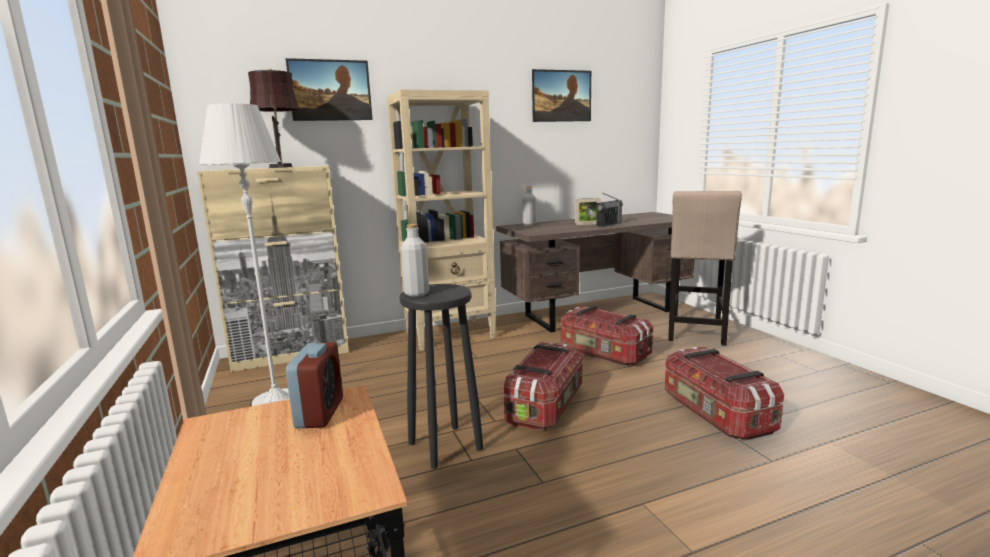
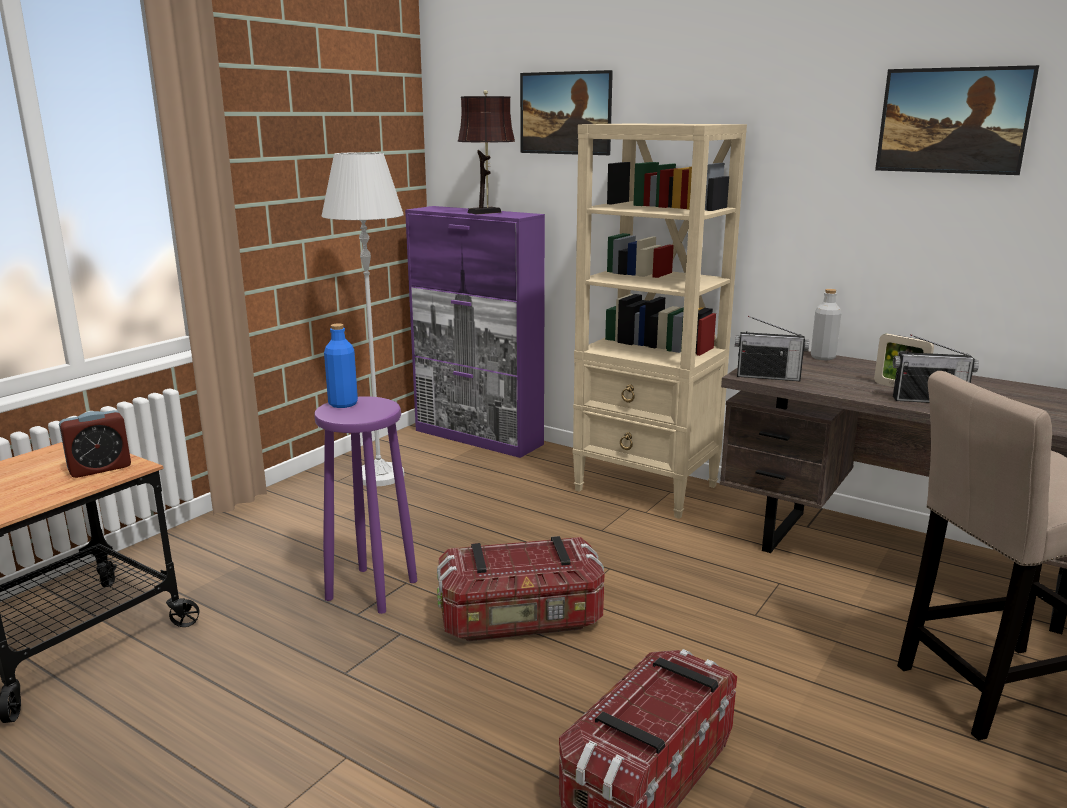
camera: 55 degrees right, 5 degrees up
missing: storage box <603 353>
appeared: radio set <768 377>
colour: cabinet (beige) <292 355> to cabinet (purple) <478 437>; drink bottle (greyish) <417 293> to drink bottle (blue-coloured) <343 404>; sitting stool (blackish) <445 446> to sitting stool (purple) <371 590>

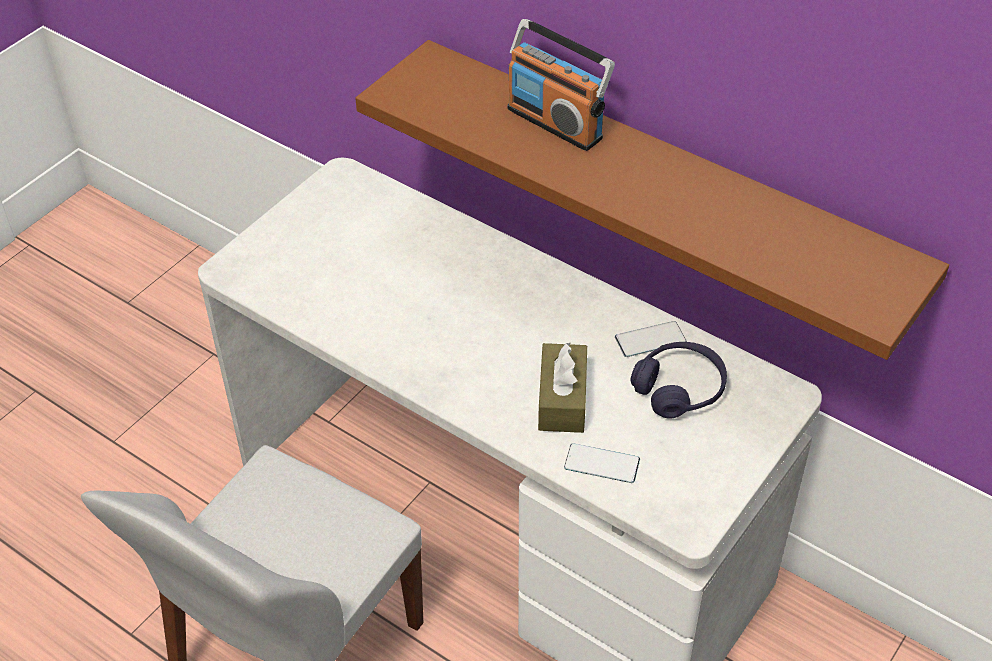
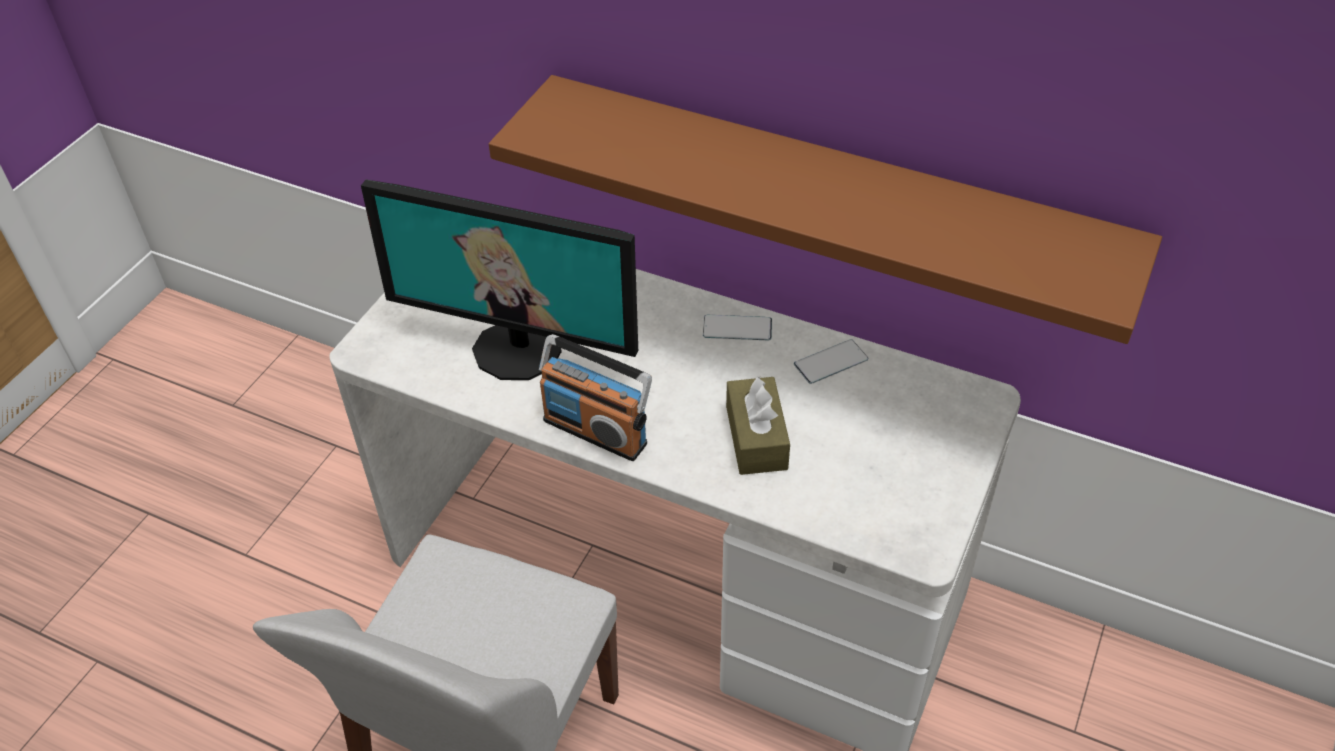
camera: 10 degrees left, 0 degrees up
missing: headset (purple) <679 389>
appeared: monitor <518 349>
relocated: radio set <555 123> to <596 430>; phone <602 464> to <737 328>

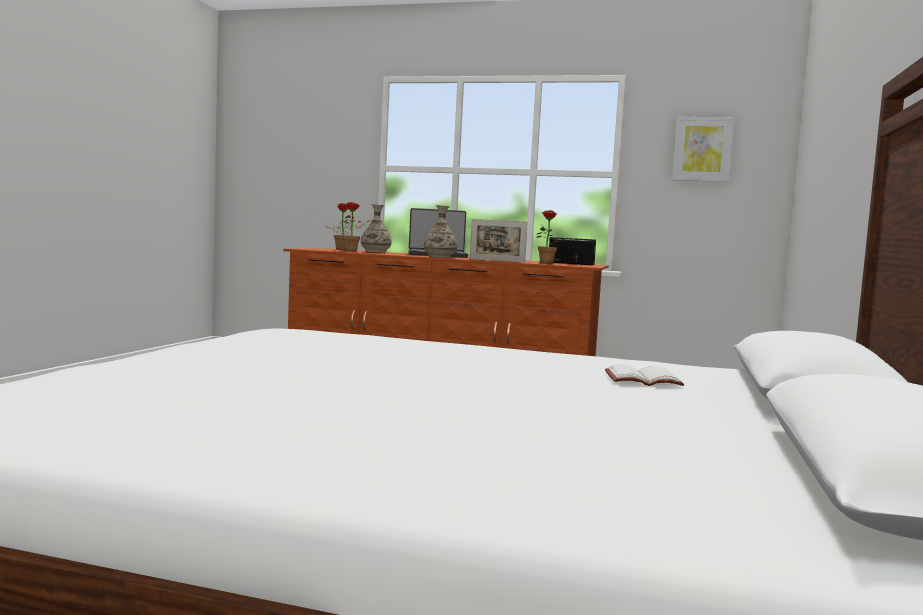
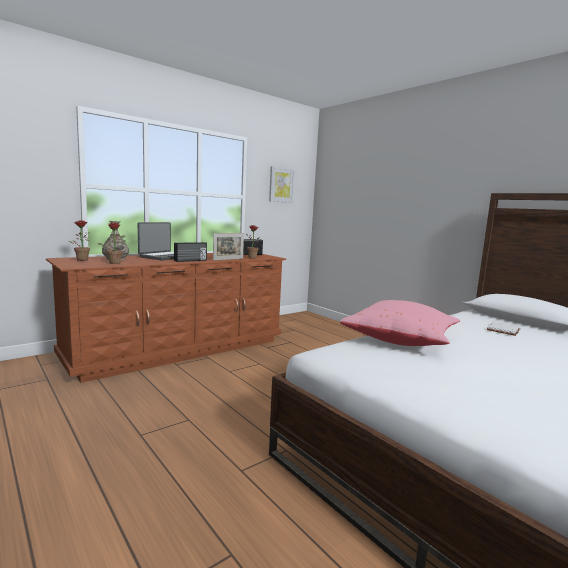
camera: 55 degrees left, 5 degrees up
appeared: throw pillow (pink) <400 340>
exchanged: decorative vase <440 257> to radio set <191 260>

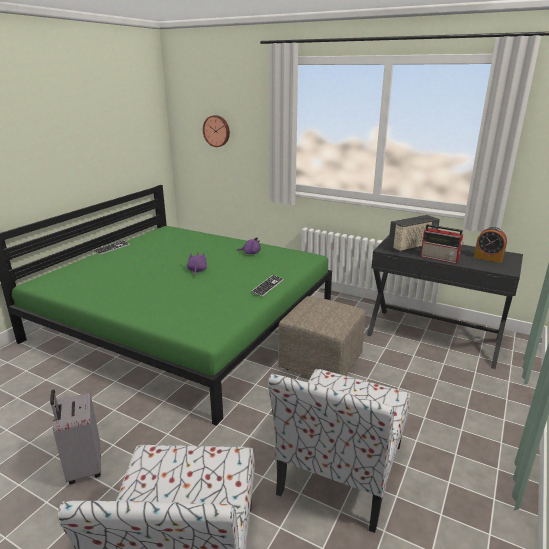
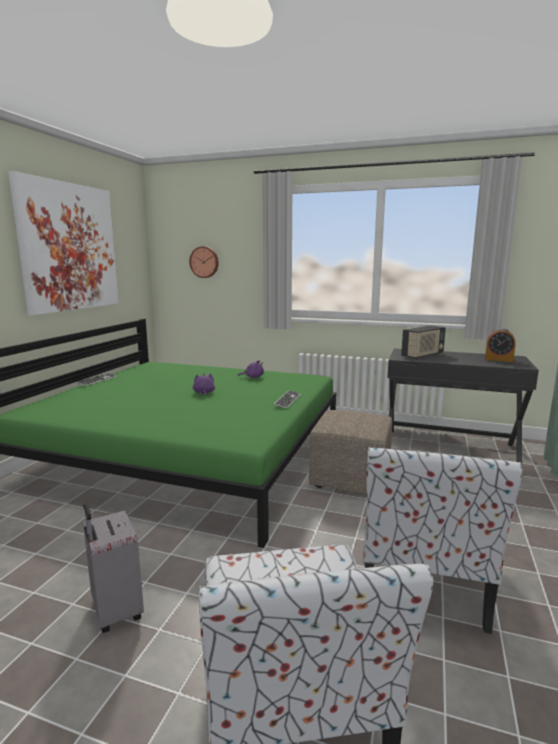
camera: 10 degrees left, 10 degrees down
missing: radio set <440 258>
appeared: wall art <69 247>

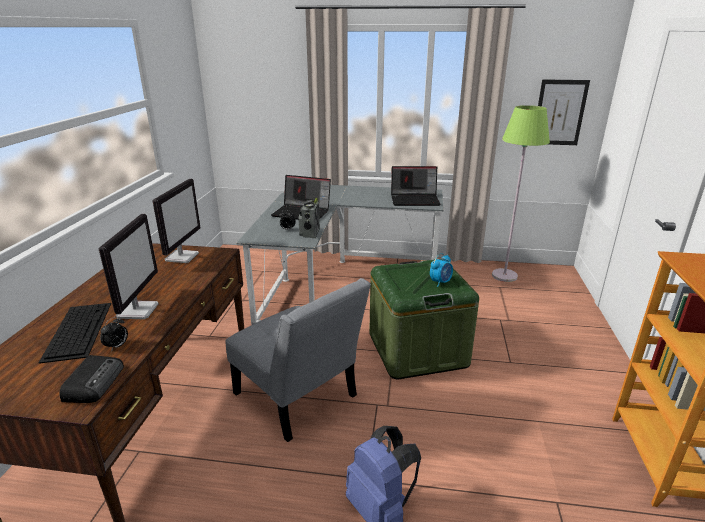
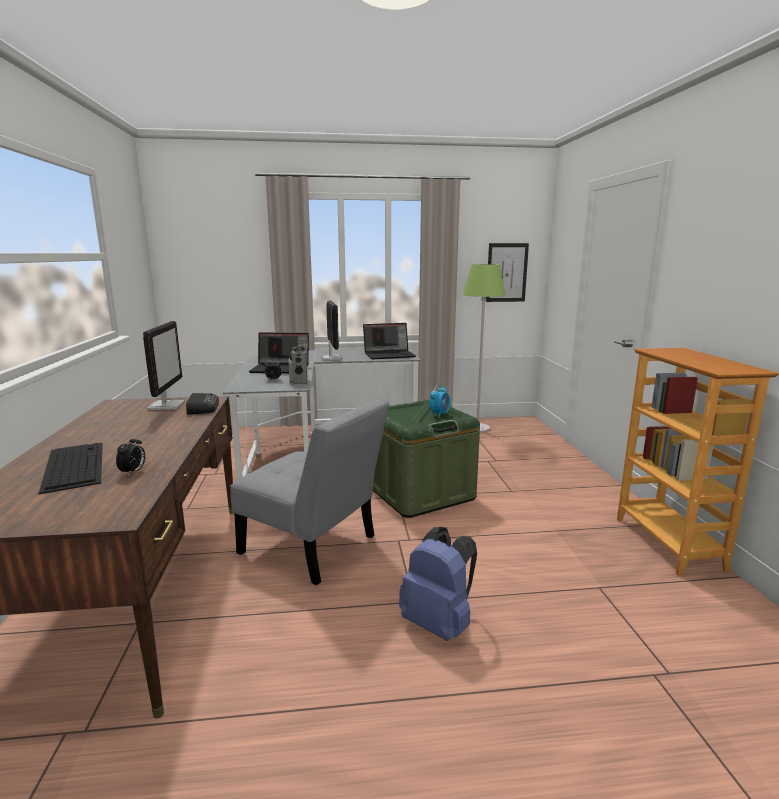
camera: 15 degrees left, 10 degrees down
relocated: monitor <138 310> to <331 358>; radio set <94 382> to <202 407>

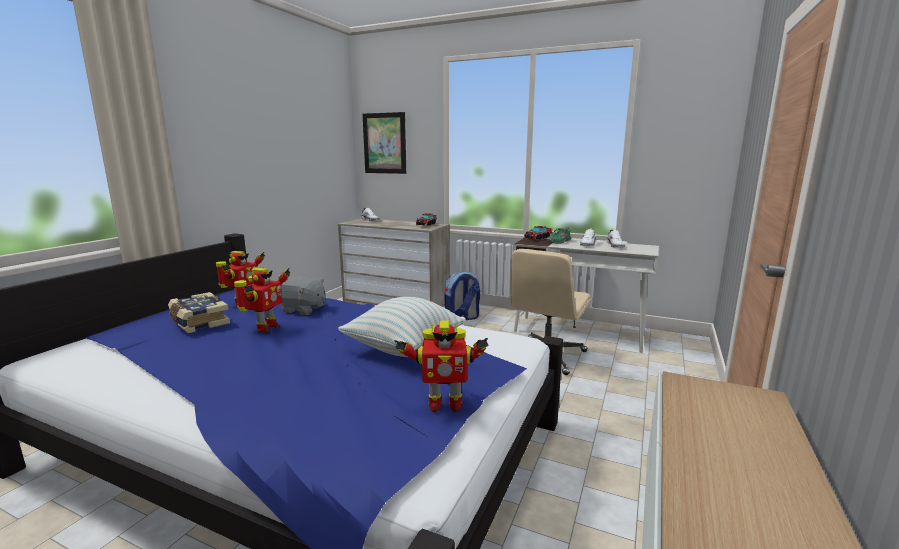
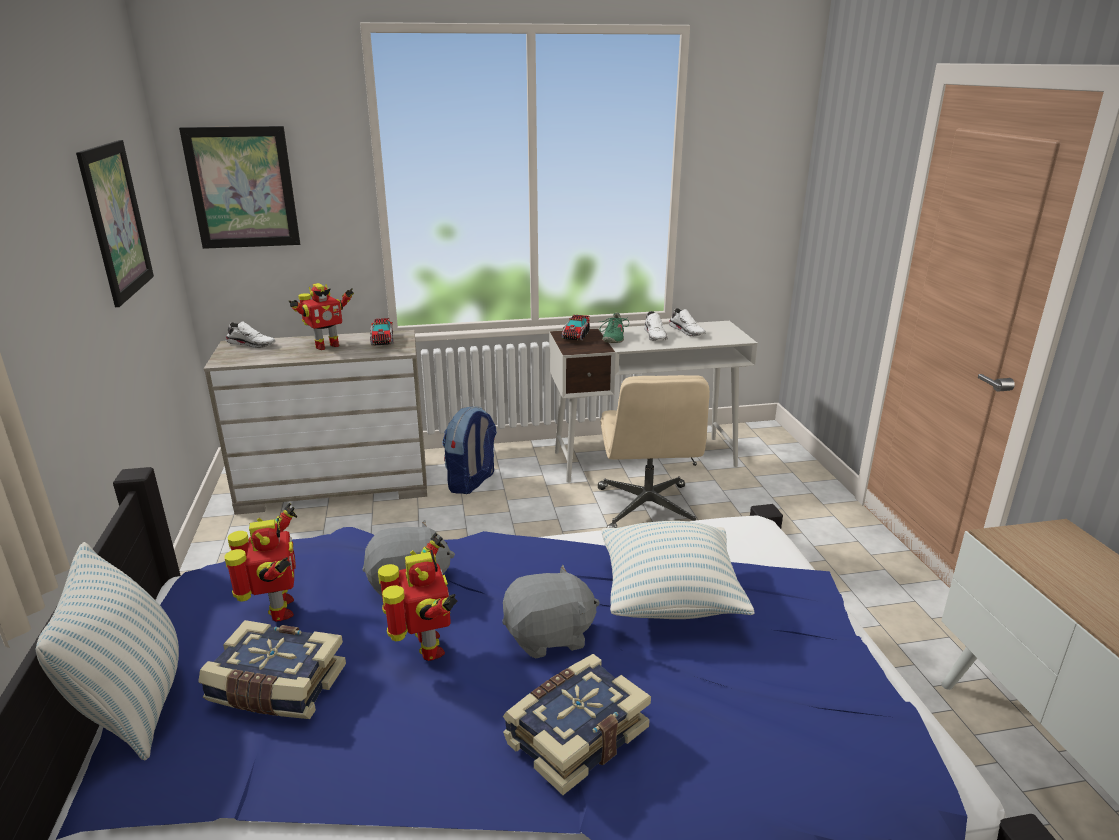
camera: 35 degrees left, 10 degrees up
appeared: wall art <116 221>; throw pillow <135 703>; soft toy (greyish) <549 636>; bound book <574 734>
relocated: toy robot <444 405> to <326 346>

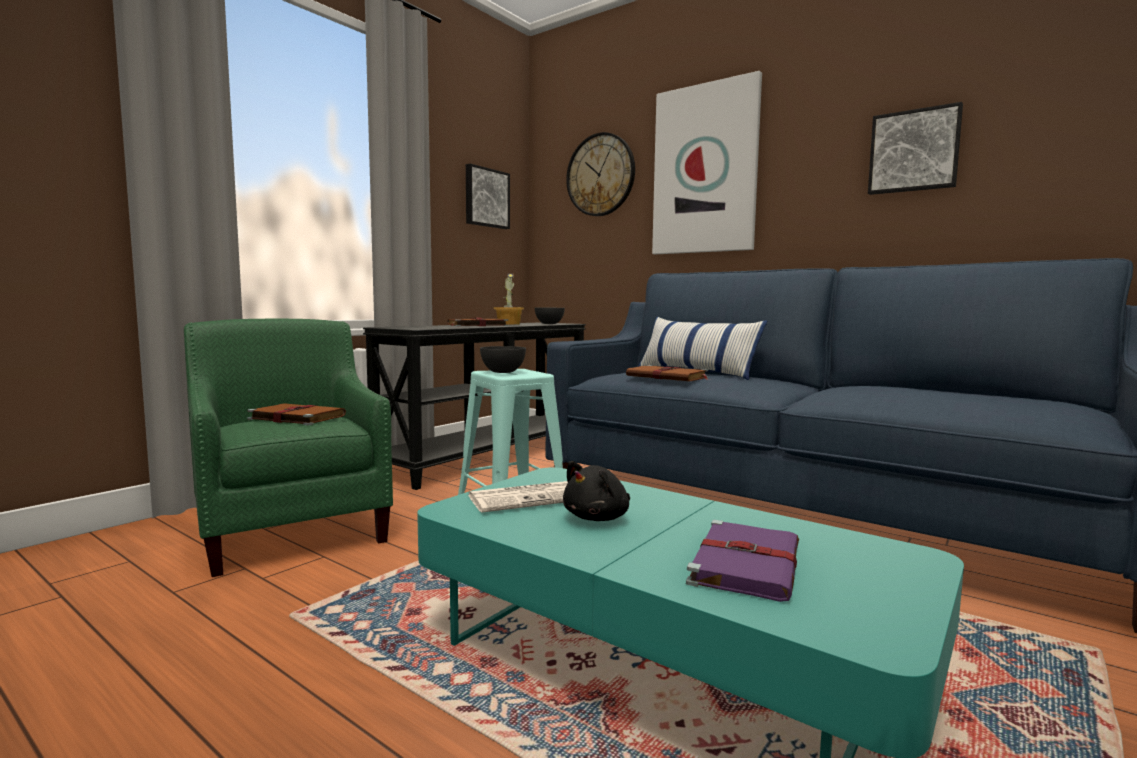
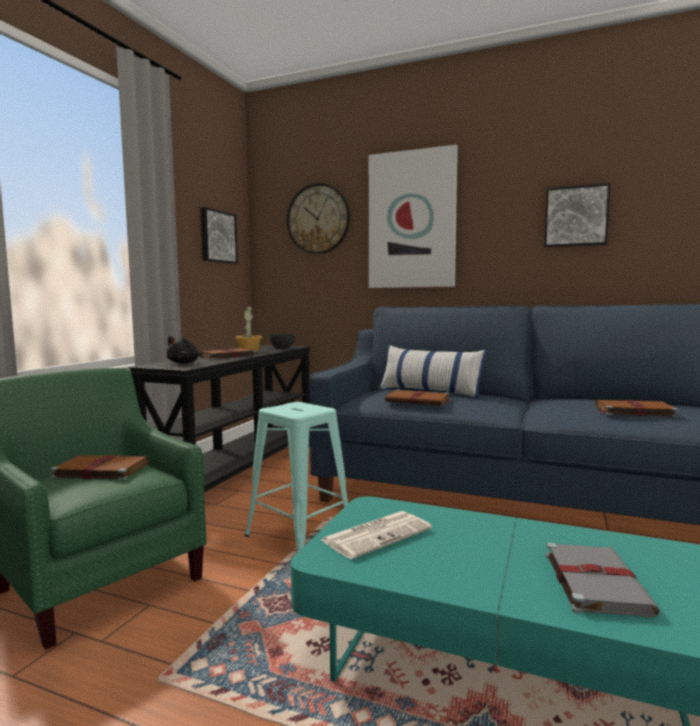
camera: 15 degrees left, 0 degrees up
missing: deep dish (greyish) <502 372>
appeared: bound book (brown-coloured) <633 411>
relocated: soft toy (blackish) <598 518> to <185 363>
colour: bound book (purple) <746 563> to bound book (greyish) <594 581>

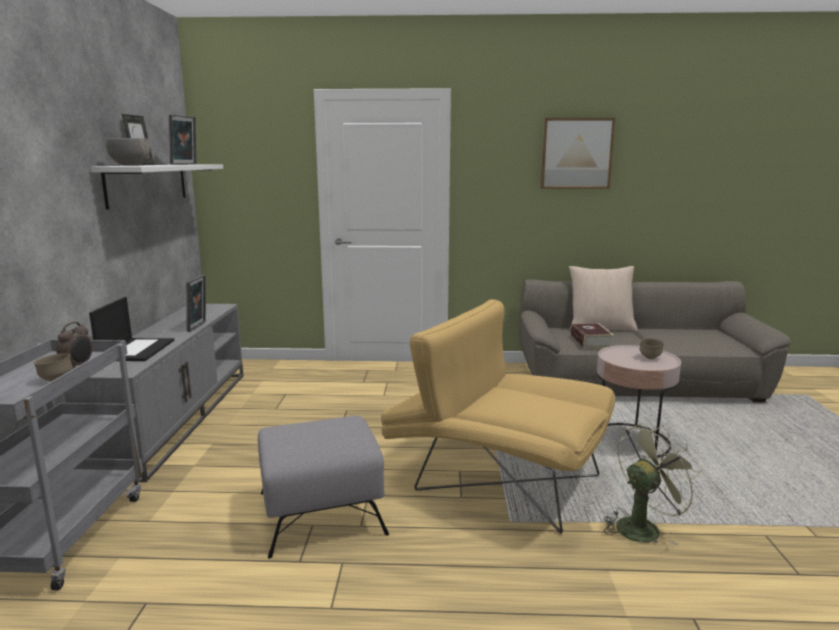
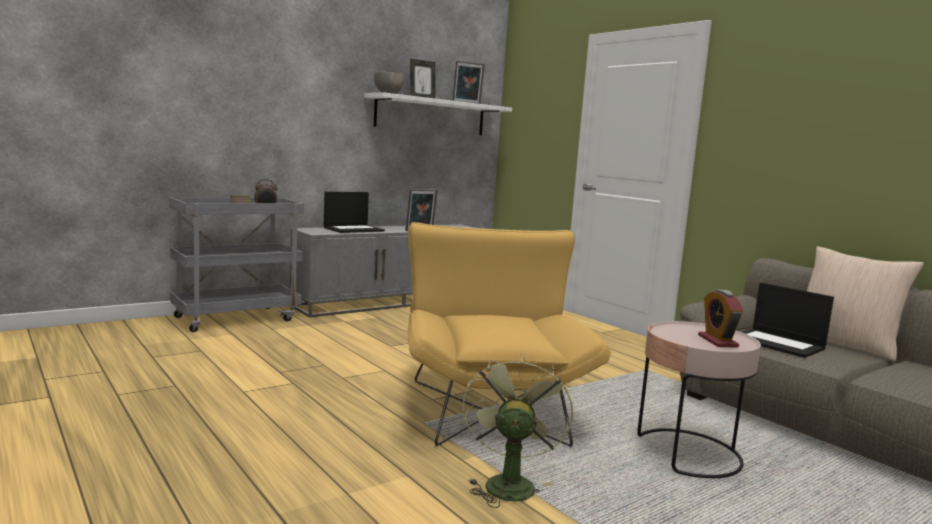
camera: 50 degrees right, 5 degrees down
missing: wall art <576 153>; ottoman (greyish) <322 512>
exchanged: bound book <590 341> to notebook computer <778 343>; deep dish (brown-coloured) <650 358> to alarm clock <717 341>
spun: fan (green-coloured) <643 526> = <508 483> 105 degrees counterclockwise

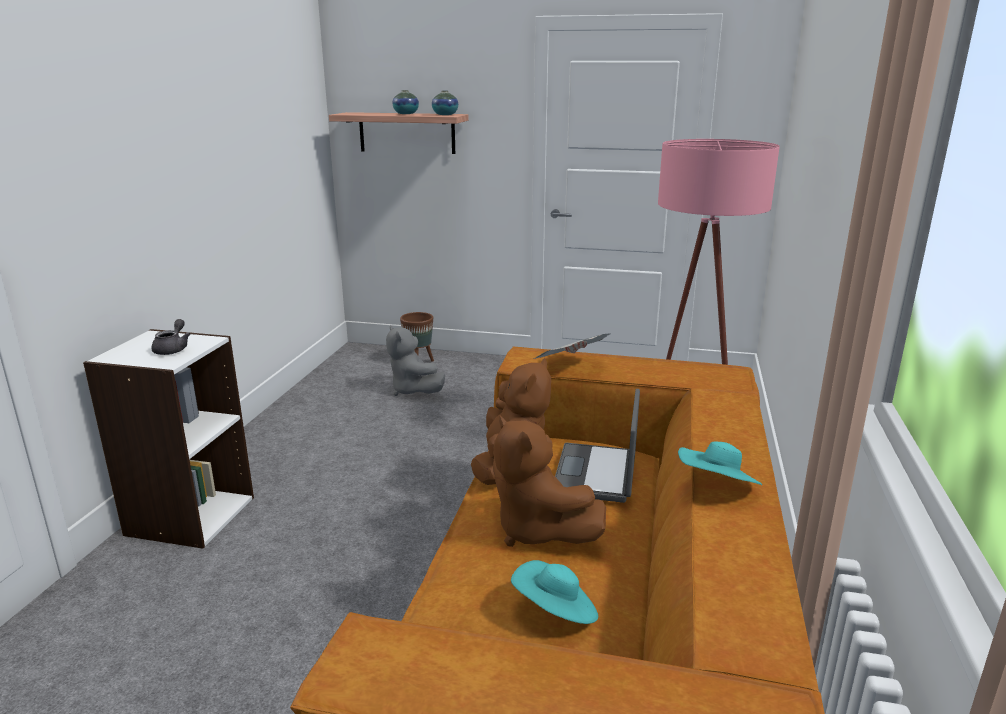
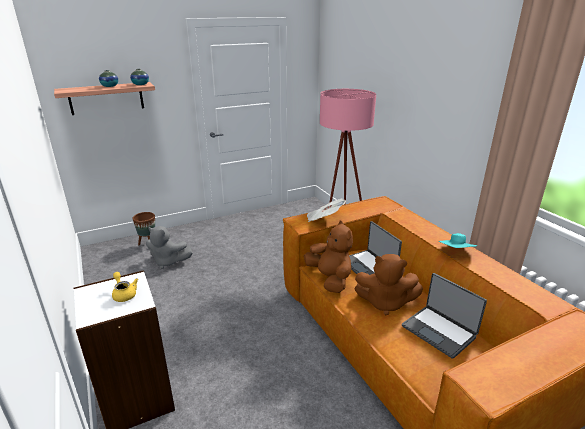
camera: 40 degrees left, 5 degrees up
exchanged: clothing hat (blue-green) <555 611> to notebook computer <439 331>
colour: teapot (greyish) <173 349> to teapot (yellowish) <124 294>

